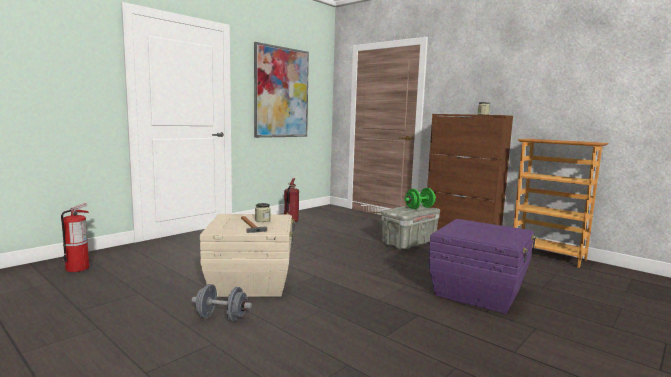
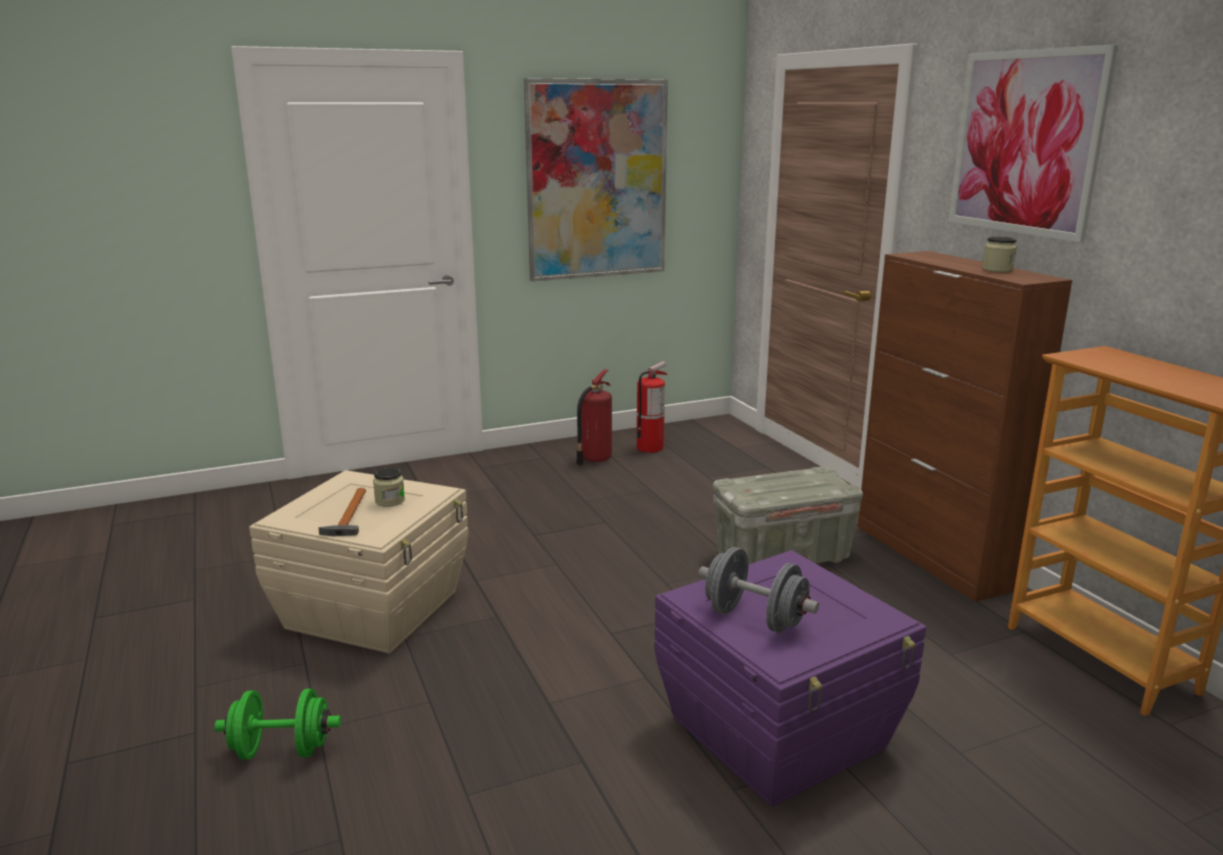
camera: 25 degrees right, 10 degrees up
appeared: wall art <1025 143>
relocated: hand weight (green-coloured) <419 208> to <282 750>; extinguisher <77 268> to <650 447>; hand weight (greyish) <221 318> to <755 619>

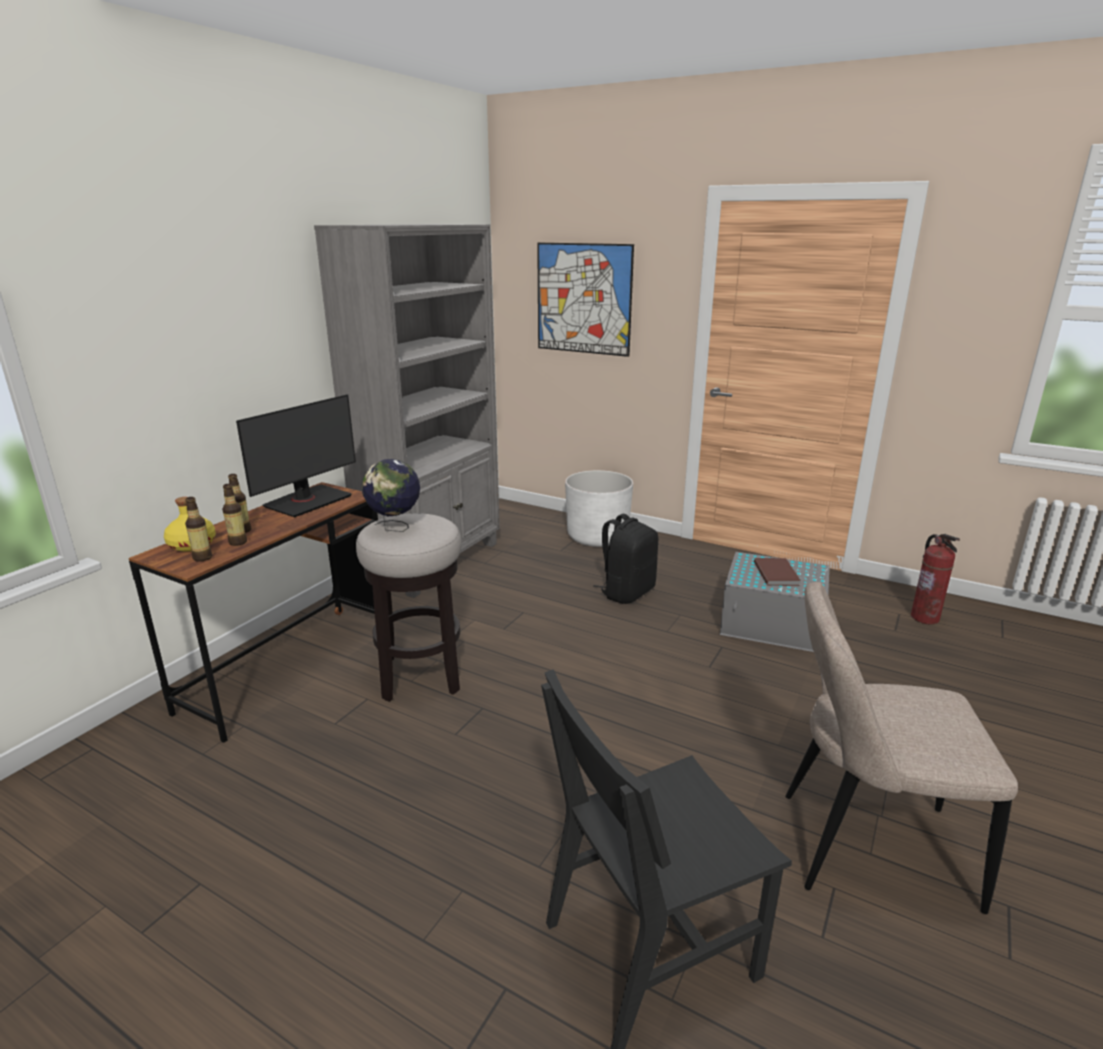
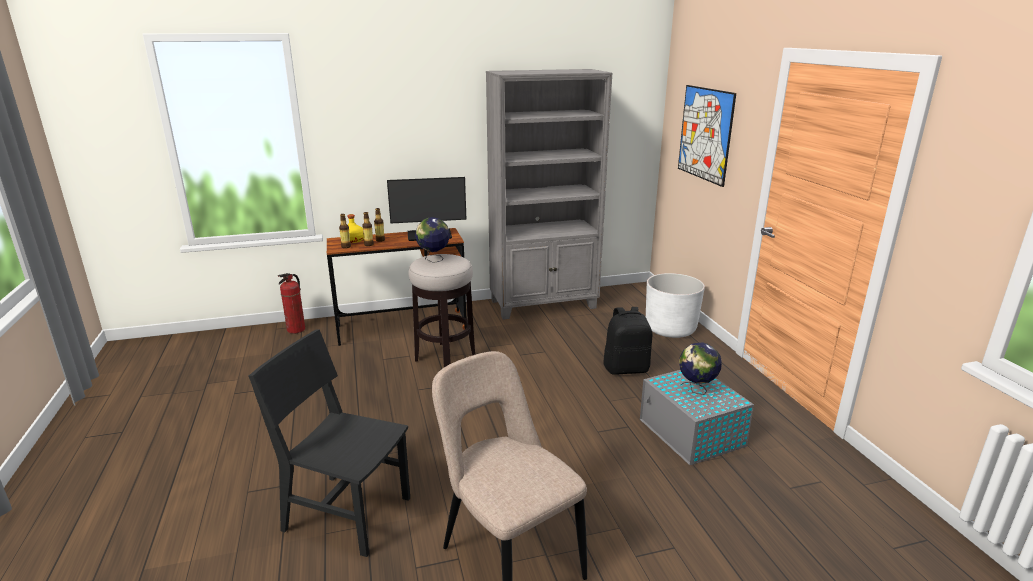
camera: 45 degrees right, 0 degrees up
relocated: extinguisher <925 618> to <296 330>
exchanged: bound book (brown-coloured) <777 573> to globe <696 390>

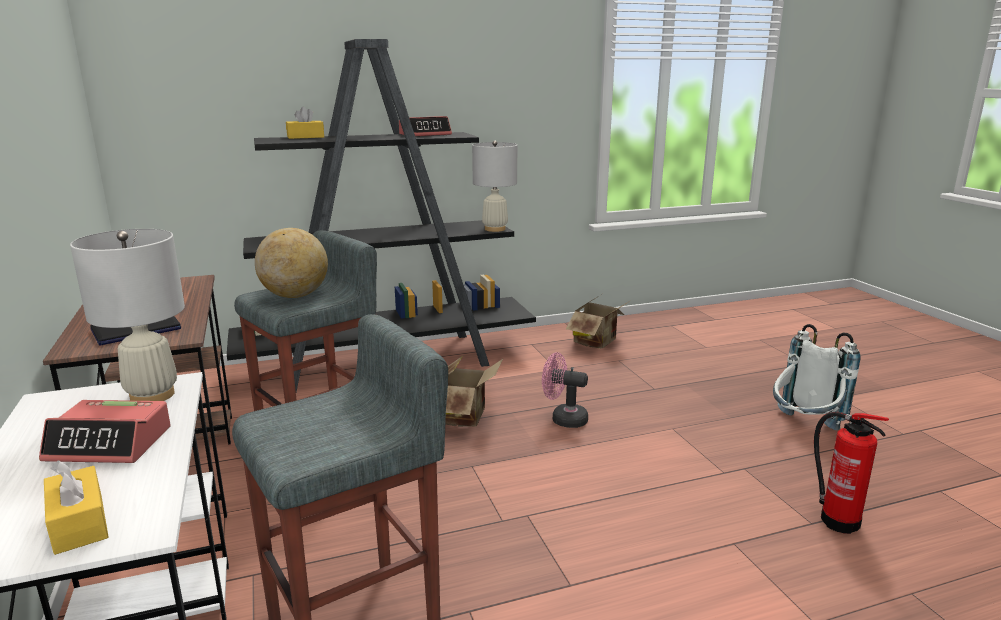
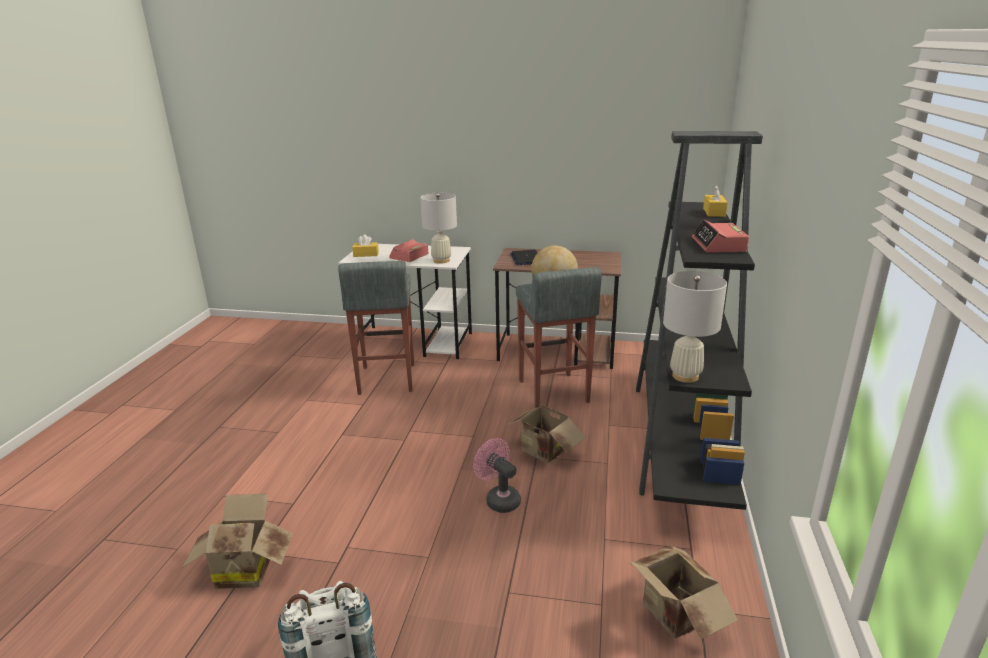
camera: 120 degrees right, 5 degrees up
exchanged: extinguisher <836 519> to packing box <244 569>
spun: fan (pink) <563 419> = <499 499> 90 degrees counterclockwise

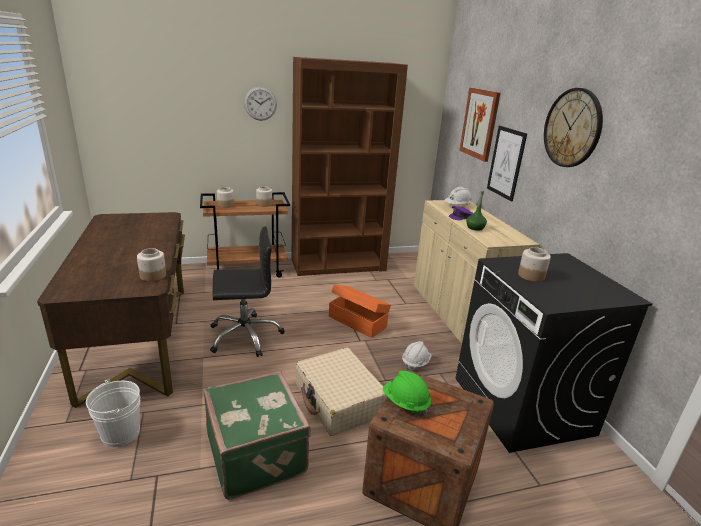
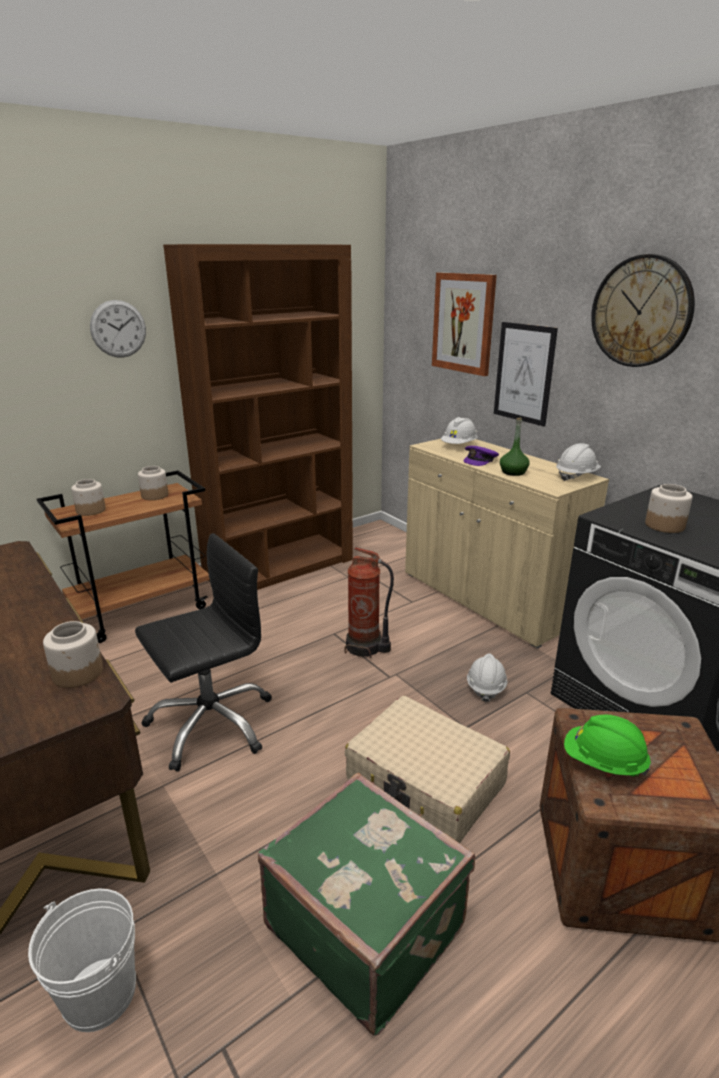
camera: 20 degrees left, 0 degrees up
appeared: safety helmet (white) <576 476>
exchanged: storage box (orangey) <357 321> to extinguisher <365 647>

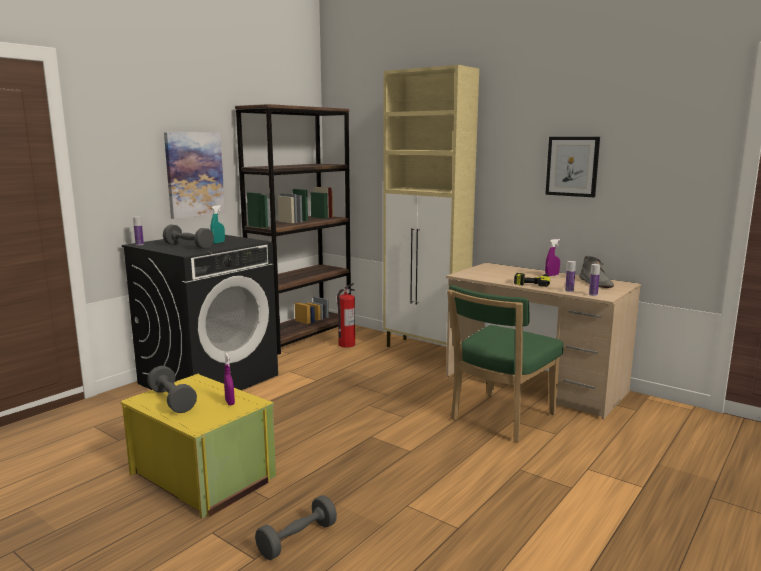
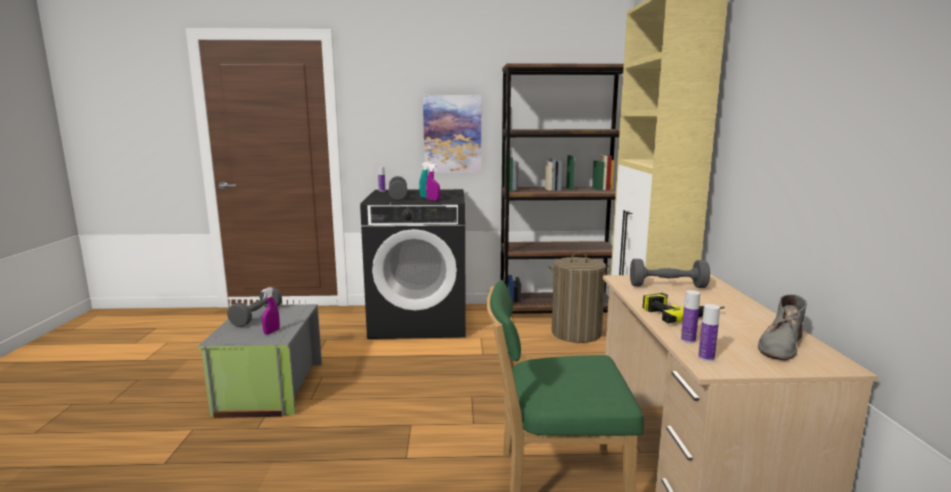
camera: 50 degrees right, 0 degrees up
missing: wall art <572 166>
relocated: hand sprayer (purple) <552 275> to <433 200>; hand weight (greyish) <297 539> to <667 286>
exchanged: extinguisher <346 344> to washing basket <576 333>
colour: storage box (yellowish) <201 476> to storage box (greyish) <268 388>

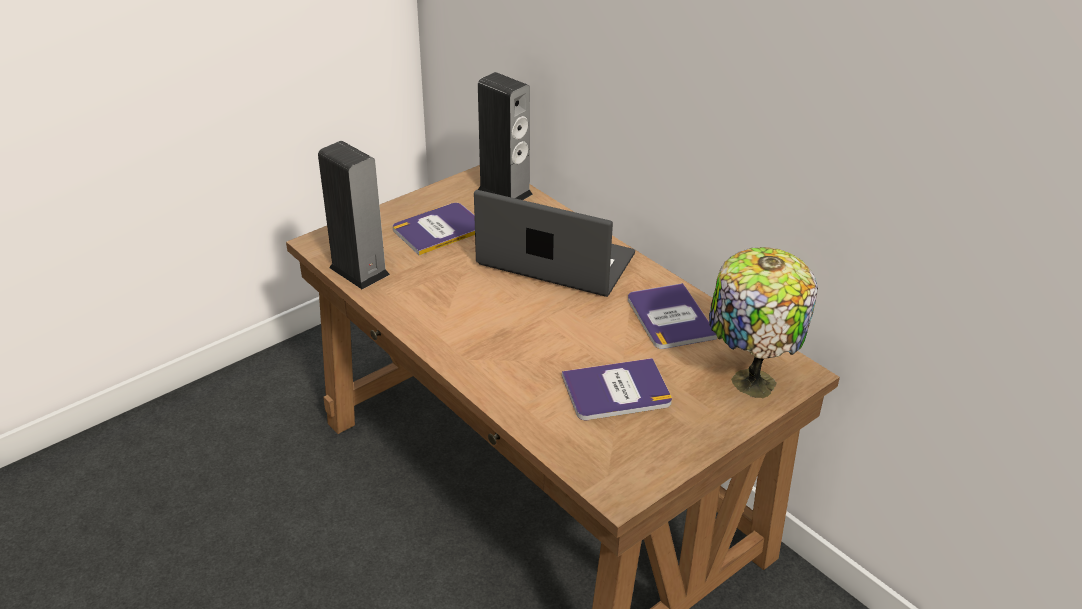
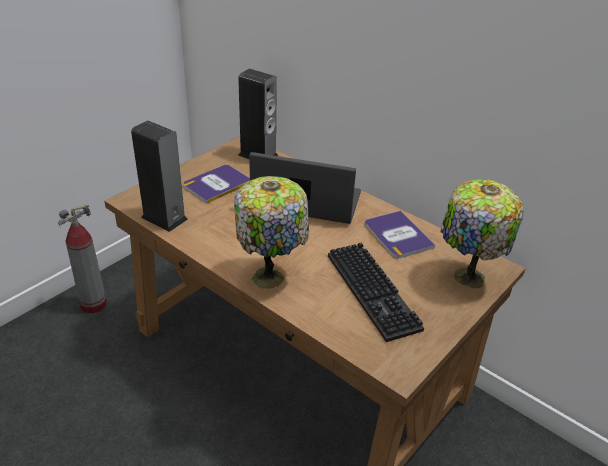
camera: 10 degrees left, 0 degrees up
appeared: lamp for a table <271 277>; extinguisher <93 305>
exchanged: bound book <616 391> to computer keyboard <375 292>

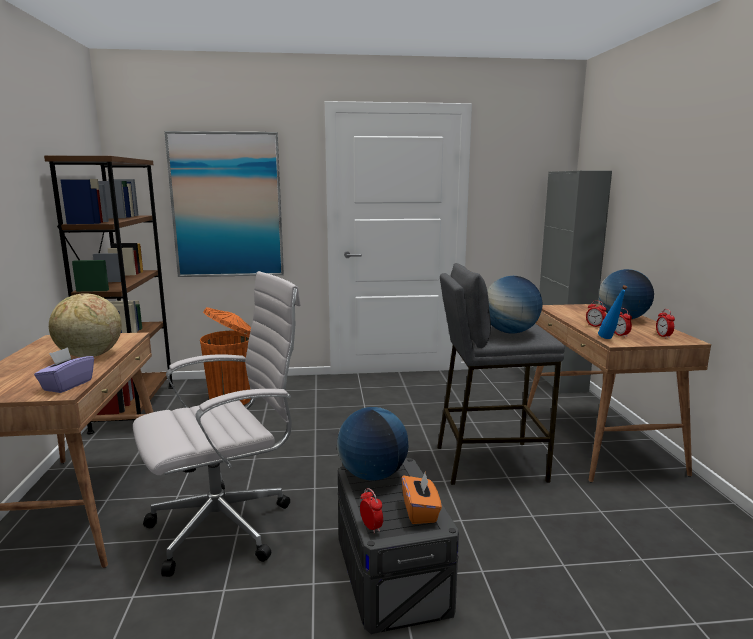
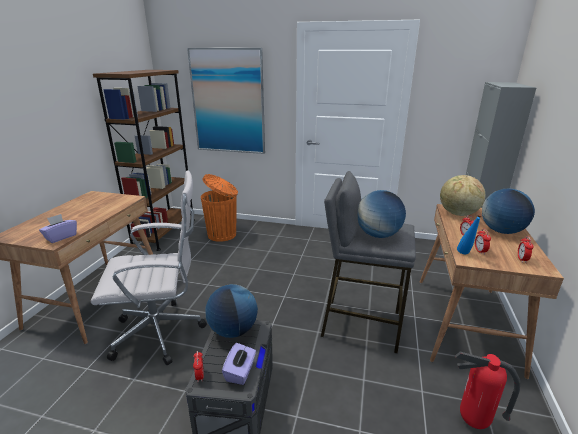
camera: 20 degrees right, 10 degrees up
appeared: extinguisher <473 422>
relocated: globe <89 356> to <457 214>
colour: tissue box (orangey) <420 511> to tissue box (purple) <240 372>

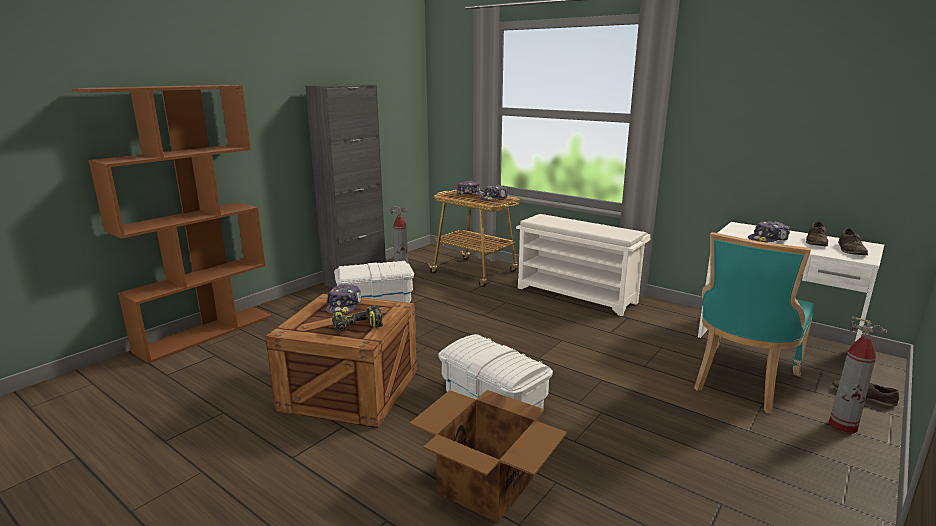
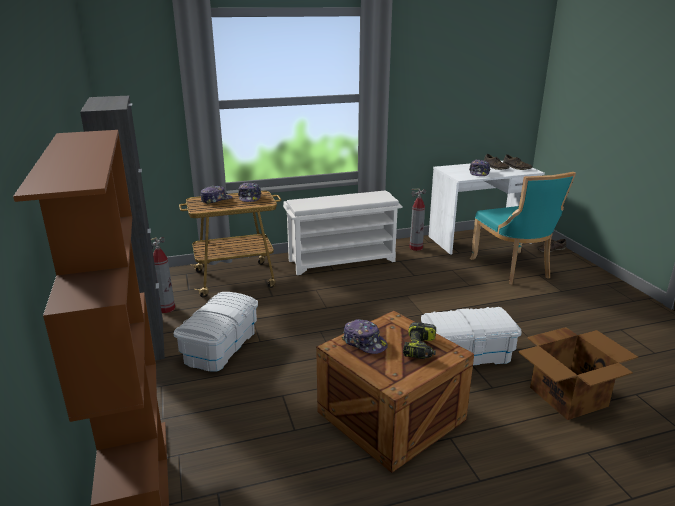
camera: 55 degrees left, 5 degrees up
relocated: extinguisher <843 426> to <416 248>

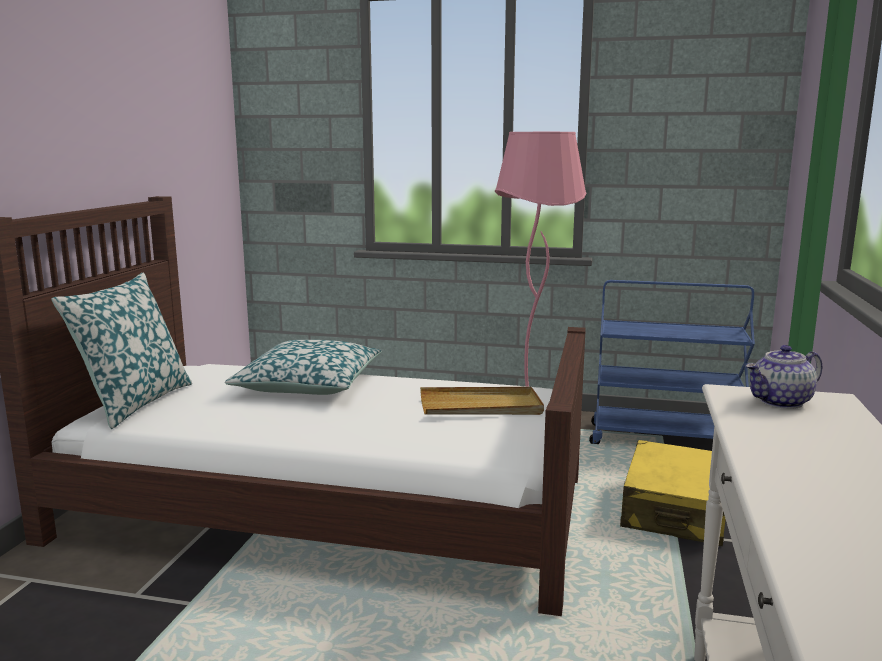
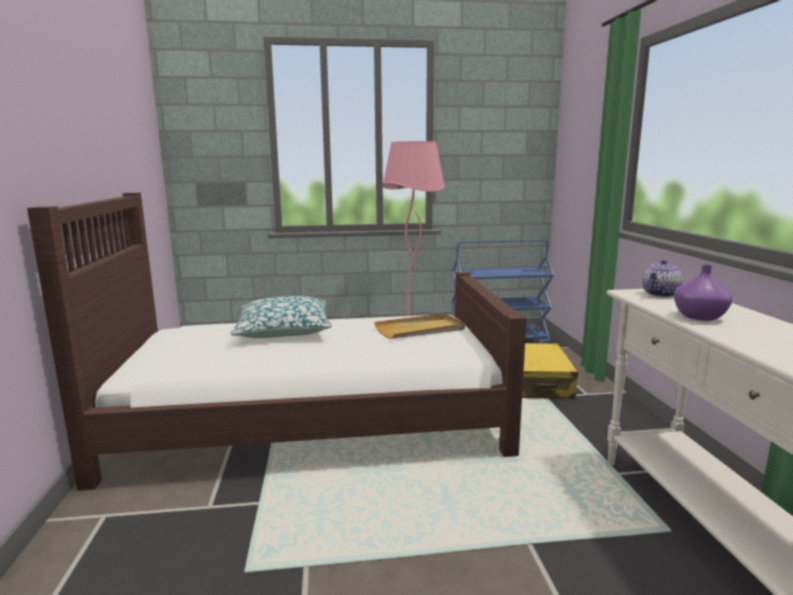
camera: 20 degrees left, 0 degrees up
missing: throw pillow <134 403>
appeared: decorative vase (purple) <699 317>

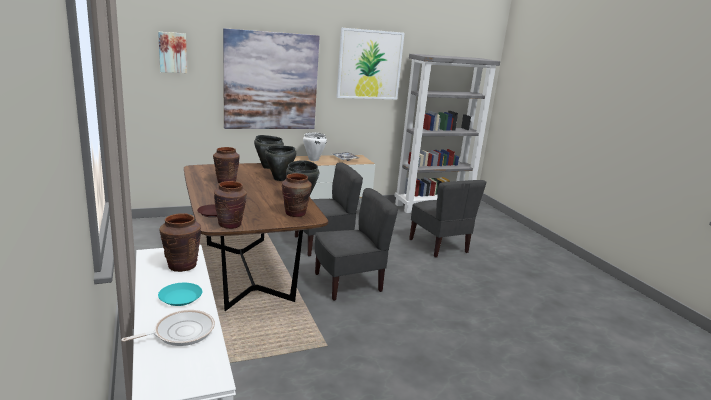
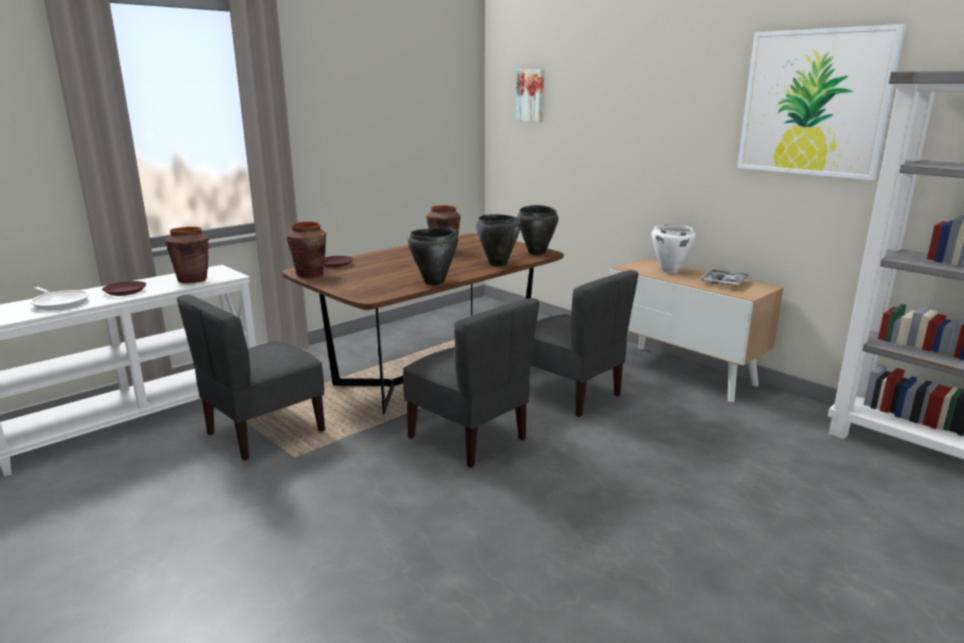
camera: 70 degrees right, 0 degrees up
missing: wall art <271 81>; decorative vase (brown-coloured) <295 213>
relocated: chair (greyish) <439 246> to <264 432>
colour: flat dish (blue-green) <180 297> to flat dish (brown-coloured) <126 291>

